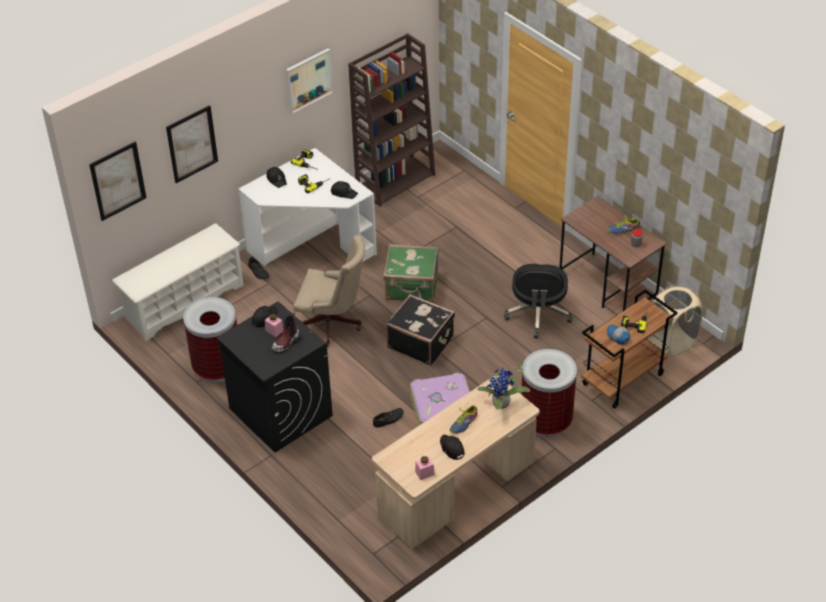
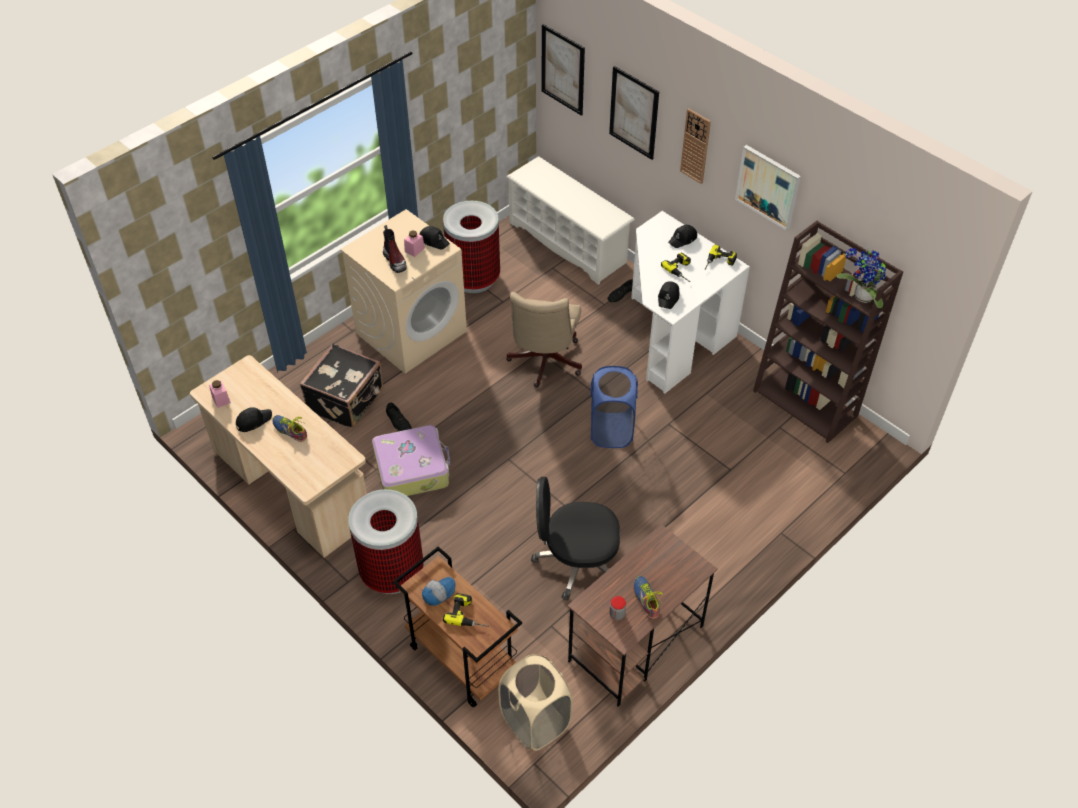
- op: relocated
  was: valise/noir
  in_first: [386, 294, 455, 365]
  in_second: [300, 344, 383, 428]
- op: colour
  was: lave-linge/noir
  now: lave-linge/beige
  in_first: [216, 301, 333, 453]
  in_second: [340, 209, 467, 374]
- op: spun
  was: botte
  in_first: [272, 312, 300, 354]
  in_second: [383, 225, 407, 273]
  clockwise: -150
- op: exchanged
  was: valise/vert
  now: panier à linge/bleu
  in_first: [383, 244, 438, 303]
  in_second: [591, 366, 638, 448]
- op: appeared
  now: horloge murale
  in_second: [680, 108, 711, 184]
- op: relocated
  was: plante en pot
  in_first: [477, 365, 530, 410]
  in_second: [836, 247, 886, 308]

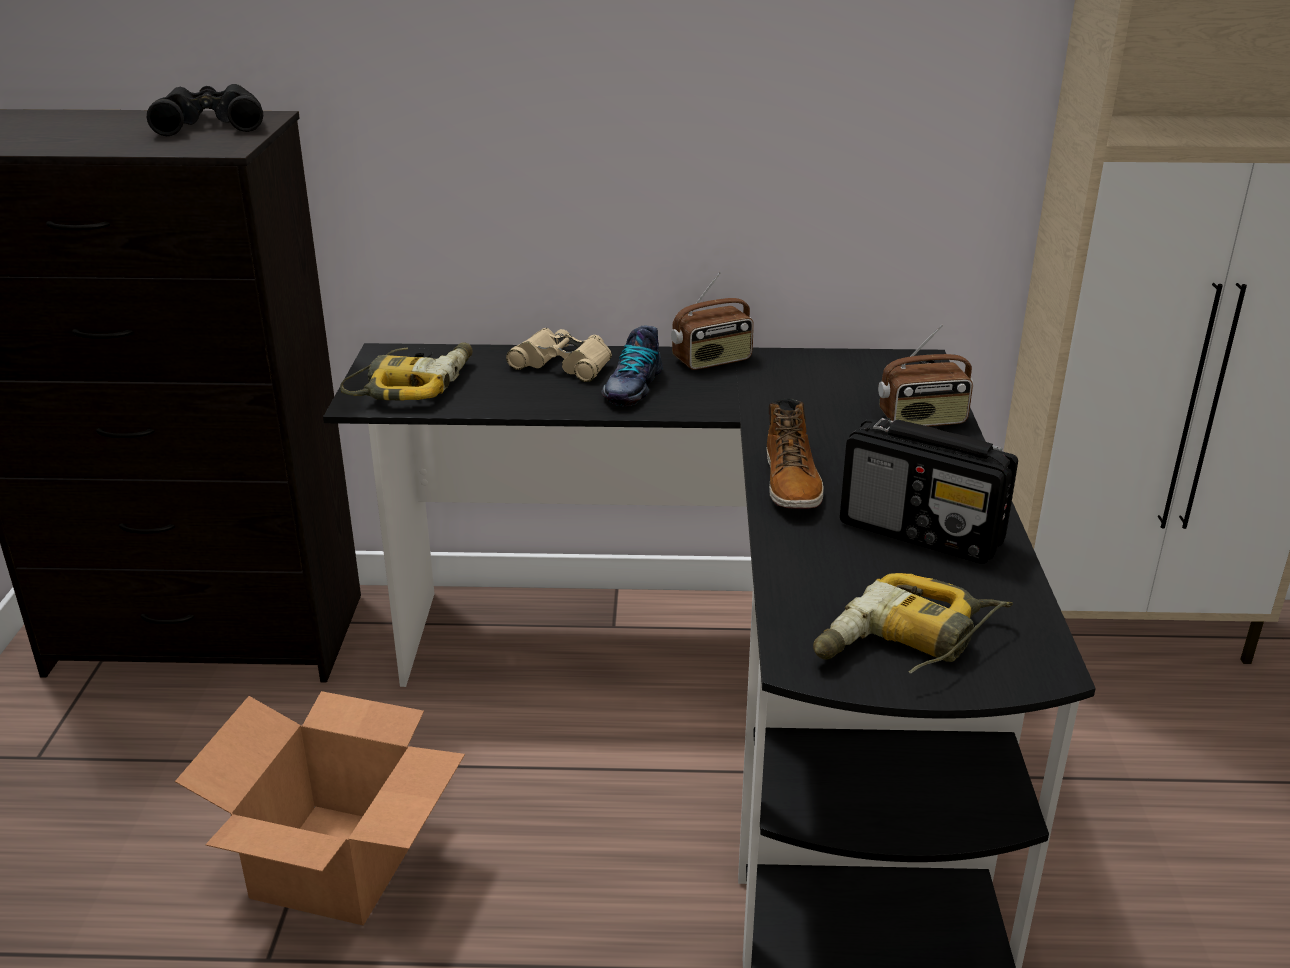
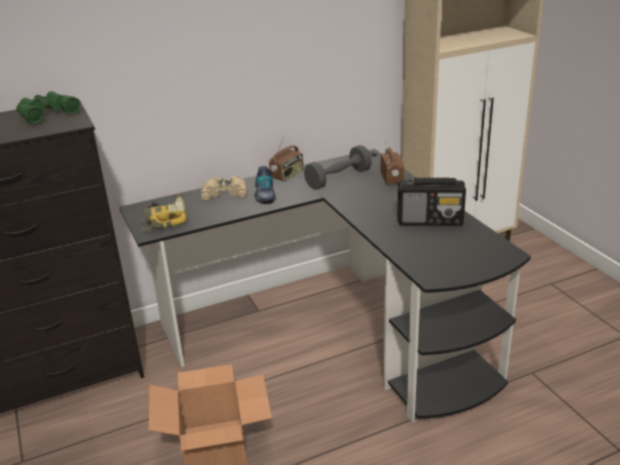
- op: colour
  was: jumelles/noir
  now: jumelles/vert
  in_first: [147, 84, 263, 136]
  in_second: [16, 91, 80, 124]
- op: appeared
  now: haltère/gris
  in_second: [304, 145, 372, 190]
- op: spun
  was: radio
  in_first: [878, 325, 973, 426]
  in_second: [380, 139, 405, 185]
  clockwise: -60
- op: missing
  was: botte
  in_first: [767, 398, 824, 509]
- op: missing
  was: perceuse
  in_first: [813, 573, 1013, 673]

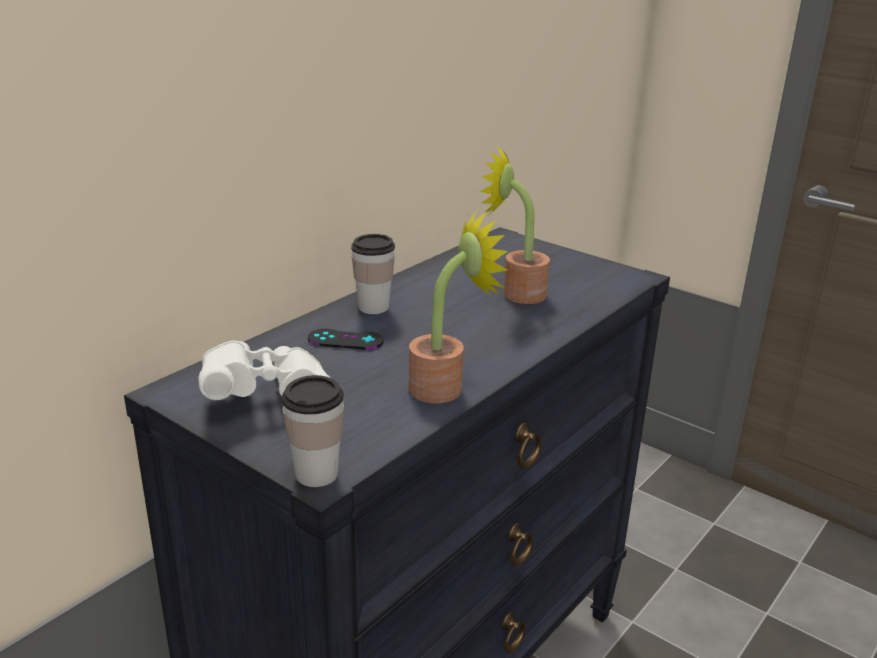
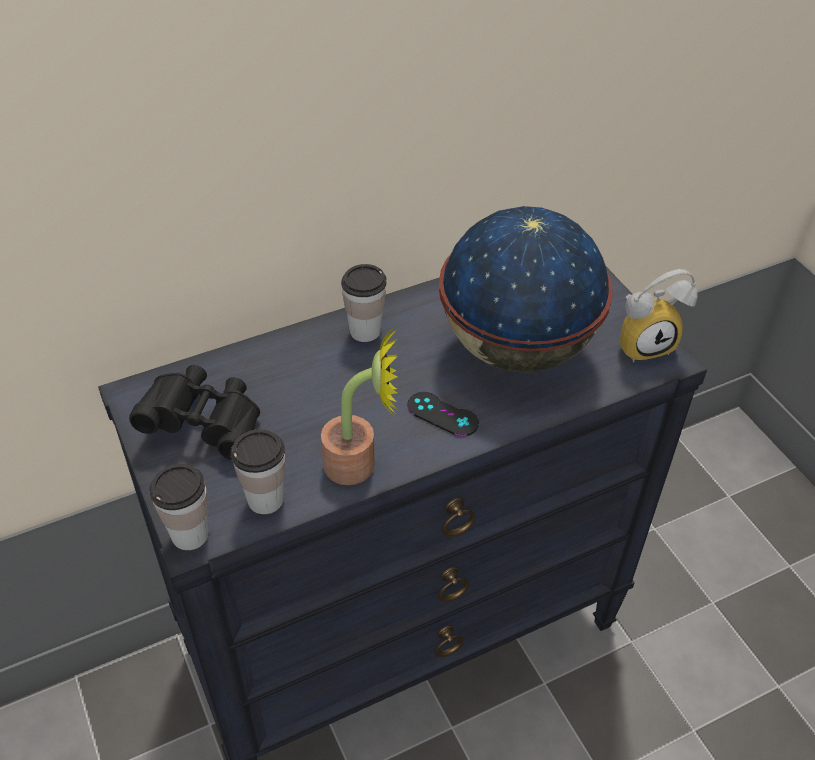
- op: colour
  was: jumelles/blanc
  now: jumelles/noir
  in_first: [198, 340, 331, 400]
  in_second: [129, 365, 260, 460]
- op: appeared
  now: tasse
  in_second: [231, 429, 285, 514]
- op: relocated
  was: manette/noir
  in_first: [308, 328, 384, 350]
  in_second: [407, 392, 479, 437]
- op: exchanged
  was: plante en pot
  now: globe
  in_first: [480, 146, 550, 304]
  in_second: [439, 206, 613, 373]
- op: appeared
  now: réveil
  in_second: [619, 269, 698, 363]

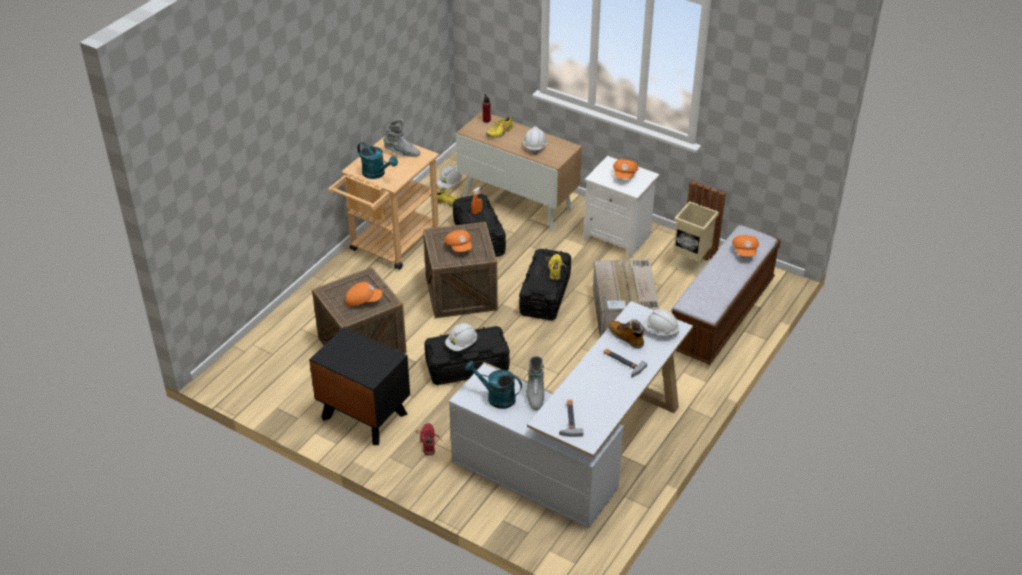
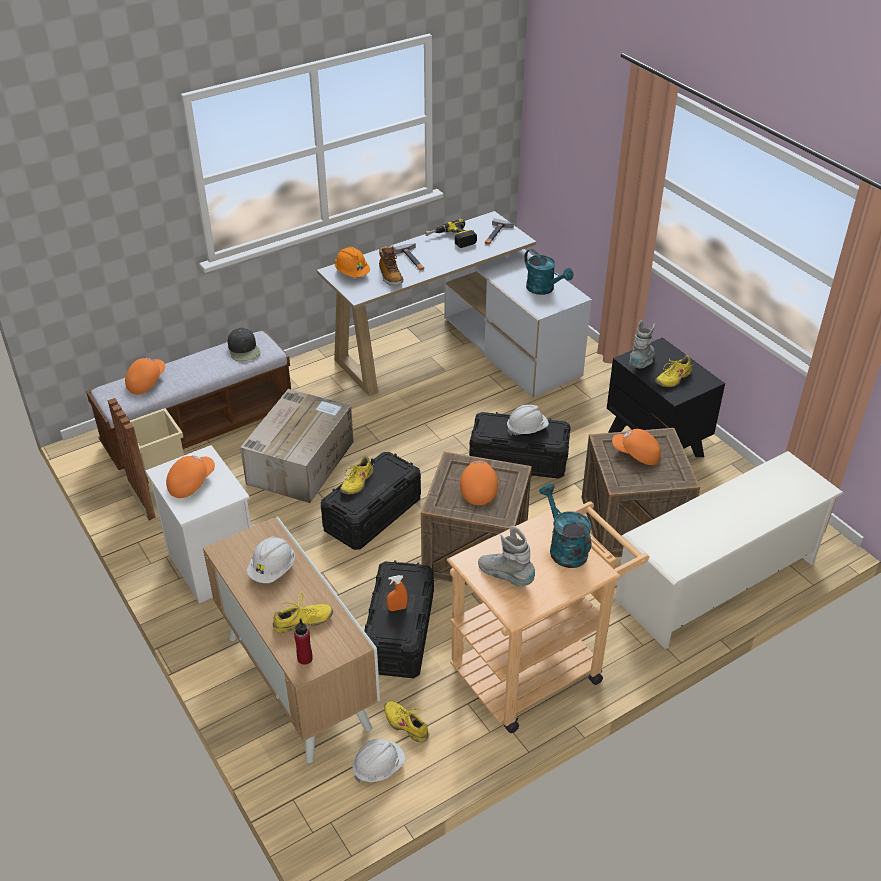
- op: appeared
  now: casquette/noir
  in_second: [228, 328, 260, 361]
- op: colour
  was: casque de chantier/blanc
  now: casque de chantier/orange
  in_first: [642, 309, 679, 337]
  in_second: [335, 247, 370, 277]
- op: appeared
  now: perceuse
  in_second: [425, 219, 477, 248]
- op: appeared
  now: étagère à chaussures/blanc
  in_second: [615, 451, 843, 649]
- op: relocated
  was: botte/gris
  in_first: [526, 356, 544, 410]
  in_second: [629, 320, 655, 369]
- op: appeared
  now: chaussure/jaune
  in_second: [655, 355, 695, 387]
- op: missing
  was: chaussure/rouge
  in_first: [416, 423, 440, 456]

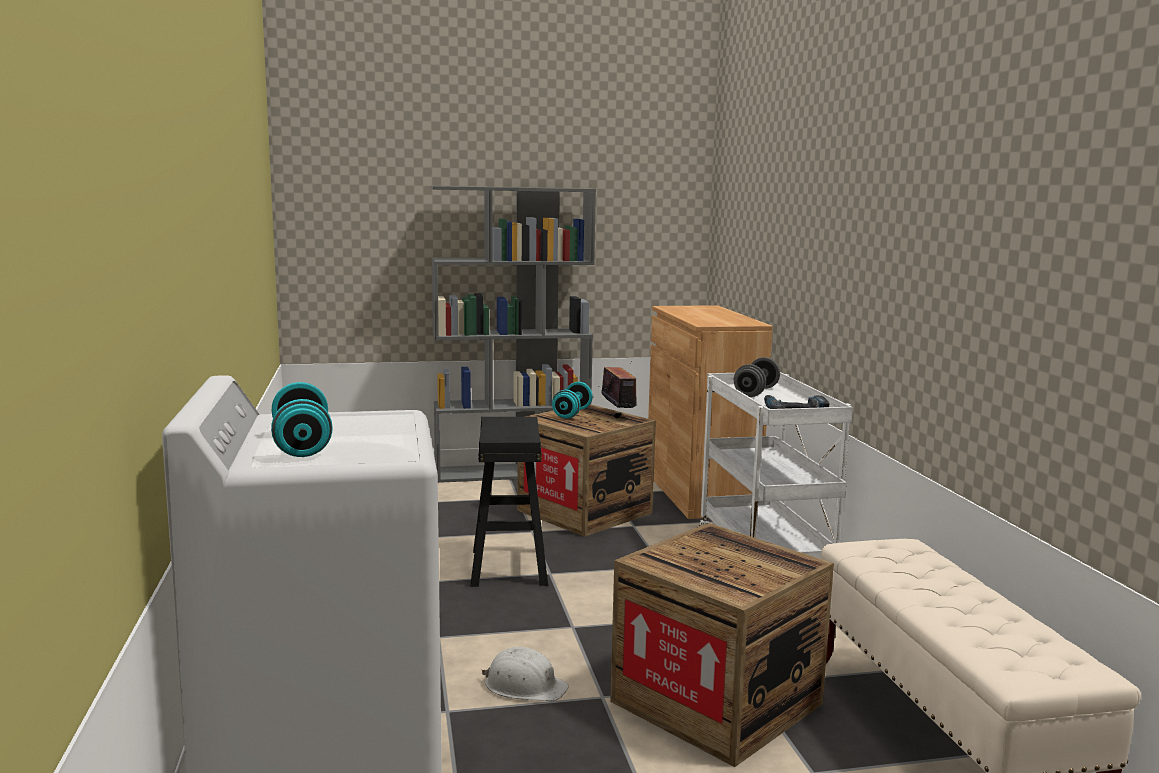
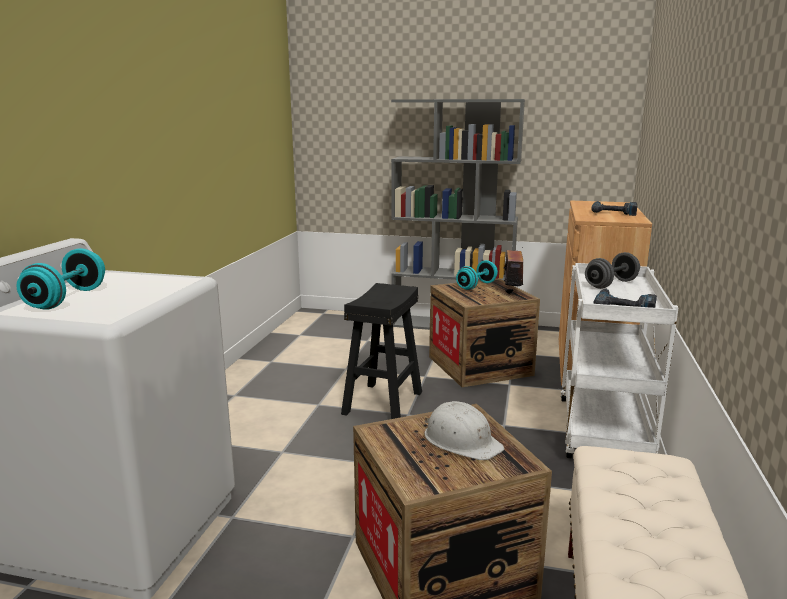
- op: relocated
  was: casque de chantier/blanc
  in_first: [481, 647, 569, 701]
  in_second: [424, 401, 505, 460]
- op: appeared
  now: perceuse
  in_second: [591, 201, 637, 216]

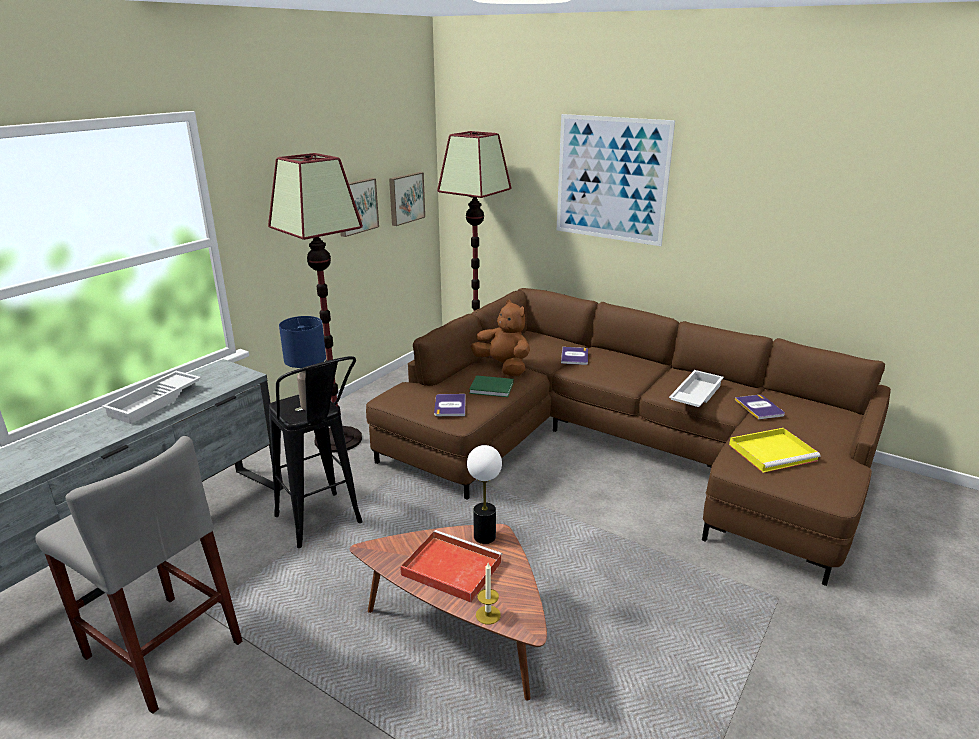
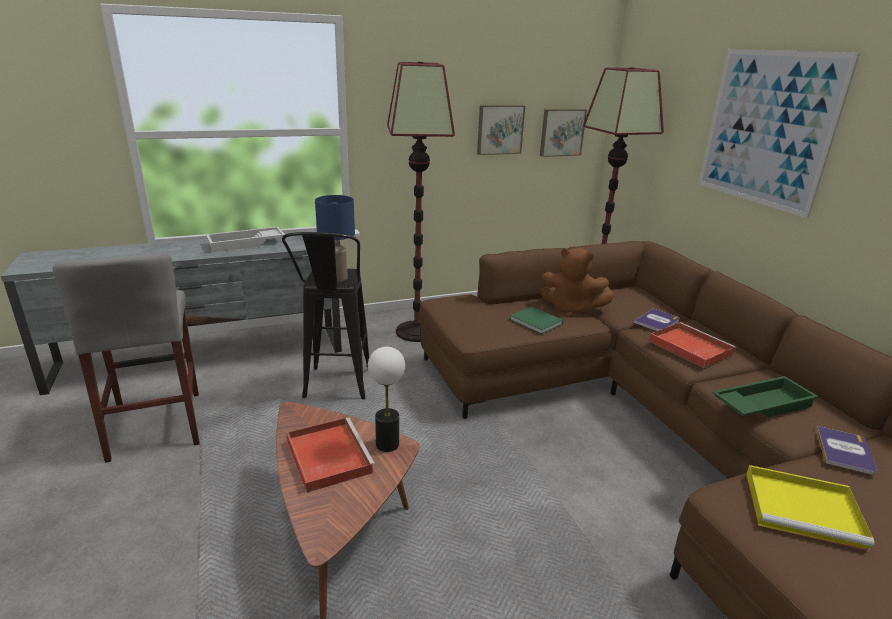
- op: spun
  was: peluche/marron
  in_first: [471, 300, 530, 376]
  in_second: [541, 248, 614, 317]
  clockwise: 120
- op: appeared
  now: plateau/rouge
  in_second: [649, 322, 736, 368]
- op: colour
  was: plateau/blanc
  now: plateau/vert
  in_first: [669, 370, 724, 407]
  in_second: [712, 376, 819, 417]
- op: missing
  was: livre
  in_first: [434, 394, 466, 416]
- op: missing
  was: bougie
  in_first: [476, 563, 501, 625]

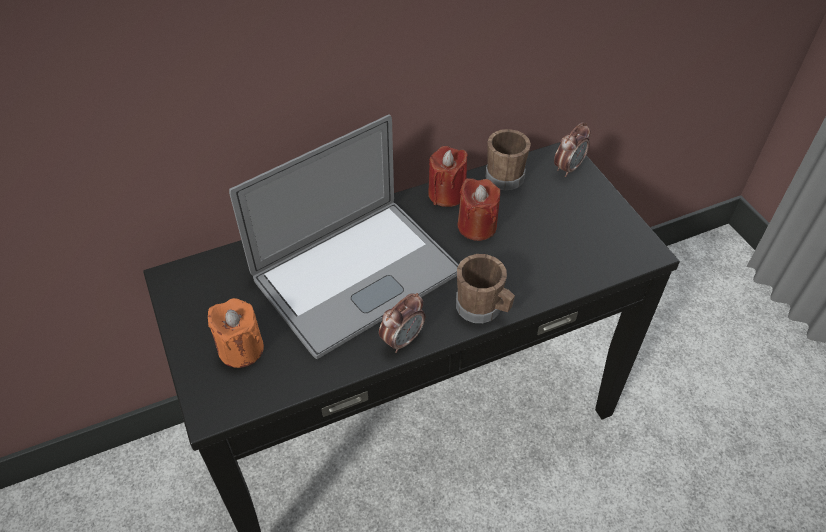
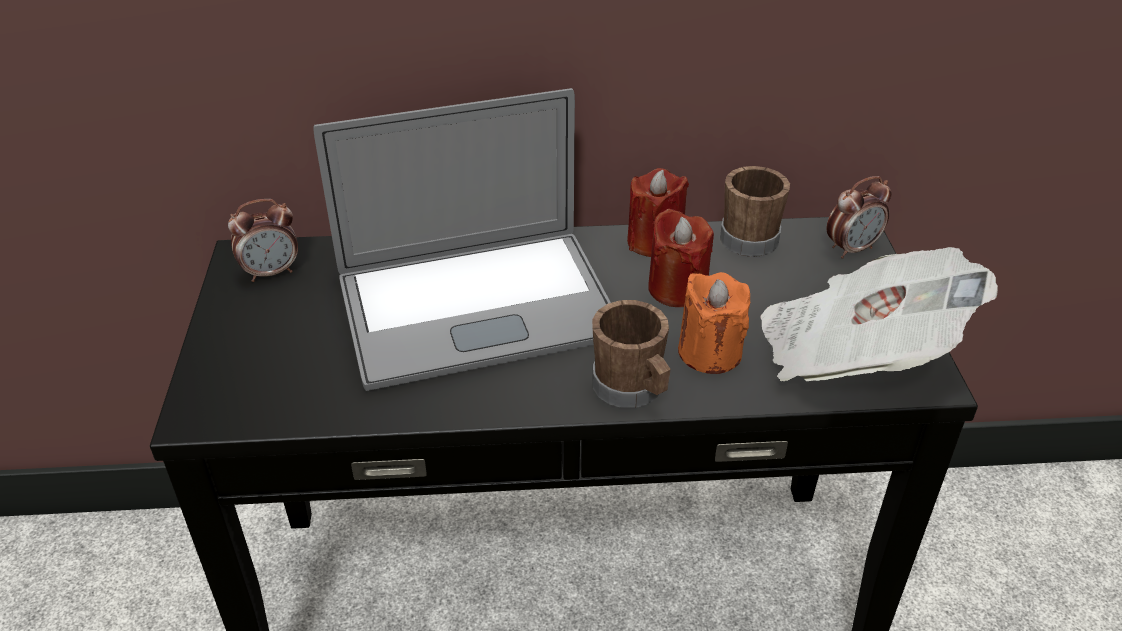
- op: relocated
  was: réveil
  in_first: [379, 293, 425, 353]
  in_second: [228, 199, 298, 282]
- op: relocated
  was: bougie/orange
  in_first: [208, 298, 264, 368]
  in_second: [678, 272, 751, 374]
- op: appeared
  now: journal
  in_second: [760, 247, 998, 381]

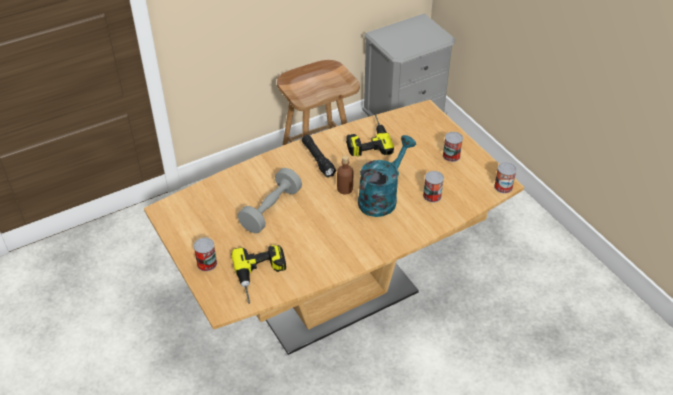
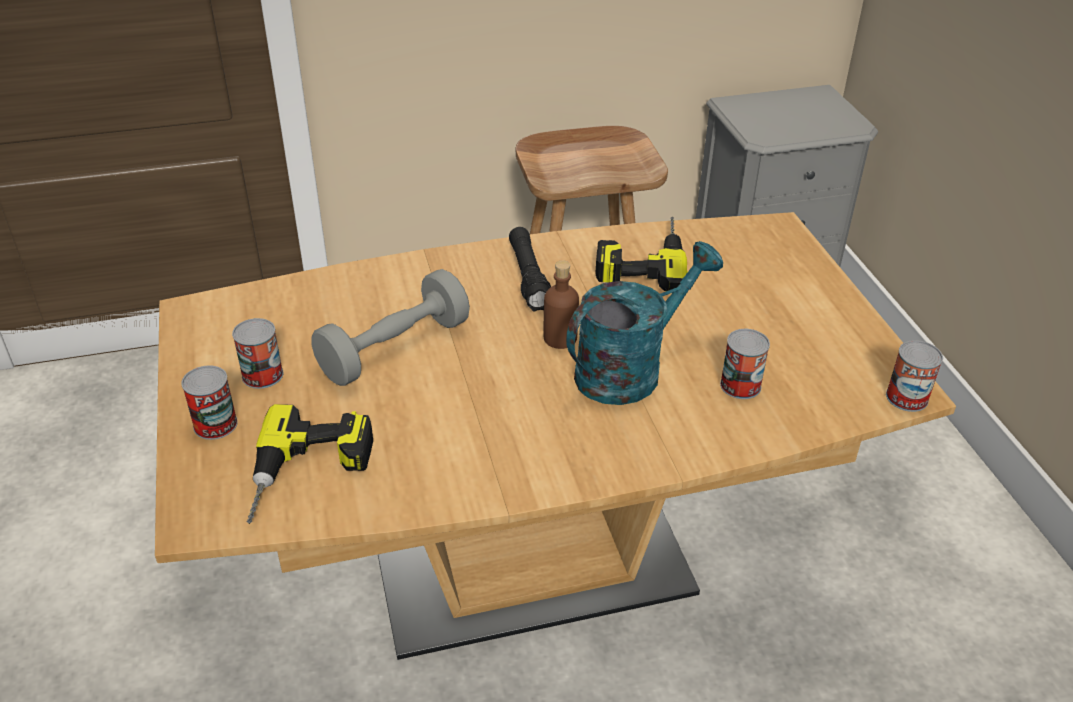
- op: relocated
  was: boîte métallique
  in_first: [443, 132, 463, 162]
  in_second: [232, 318, 283, 389]

